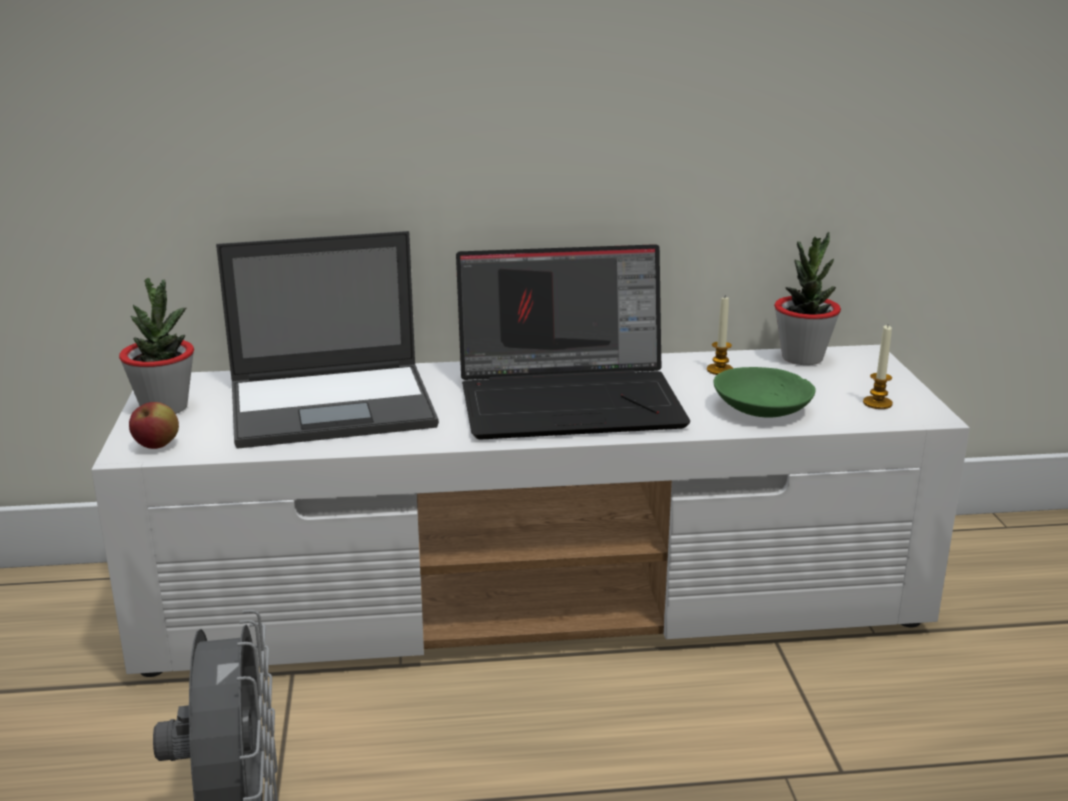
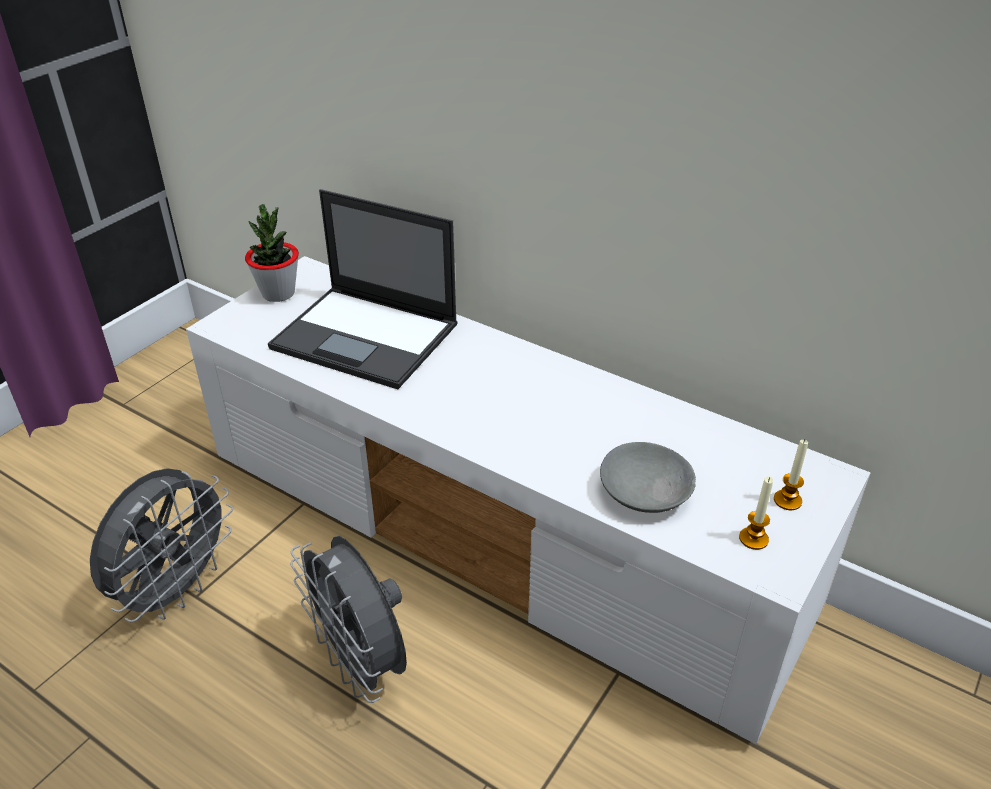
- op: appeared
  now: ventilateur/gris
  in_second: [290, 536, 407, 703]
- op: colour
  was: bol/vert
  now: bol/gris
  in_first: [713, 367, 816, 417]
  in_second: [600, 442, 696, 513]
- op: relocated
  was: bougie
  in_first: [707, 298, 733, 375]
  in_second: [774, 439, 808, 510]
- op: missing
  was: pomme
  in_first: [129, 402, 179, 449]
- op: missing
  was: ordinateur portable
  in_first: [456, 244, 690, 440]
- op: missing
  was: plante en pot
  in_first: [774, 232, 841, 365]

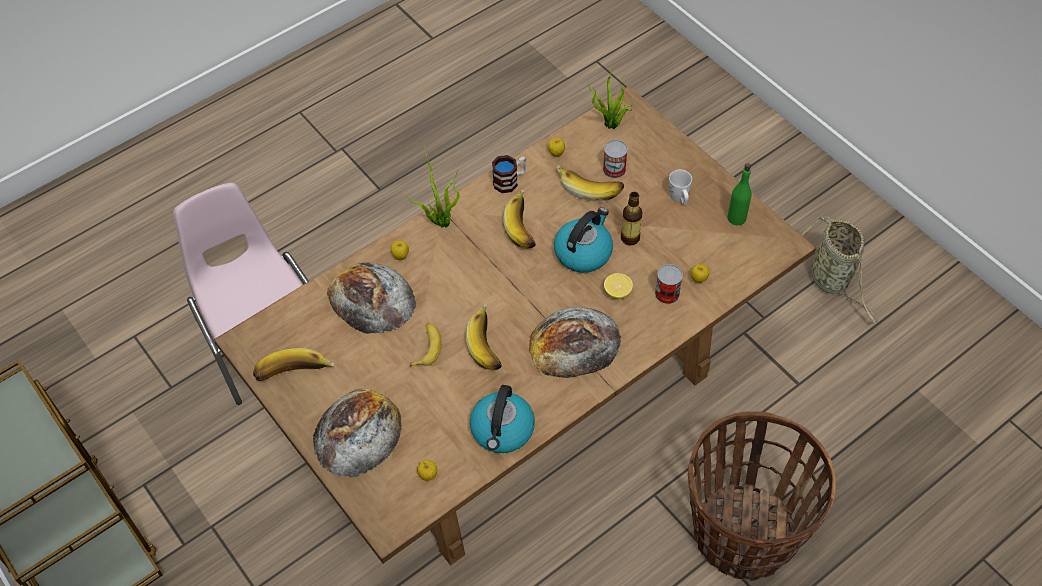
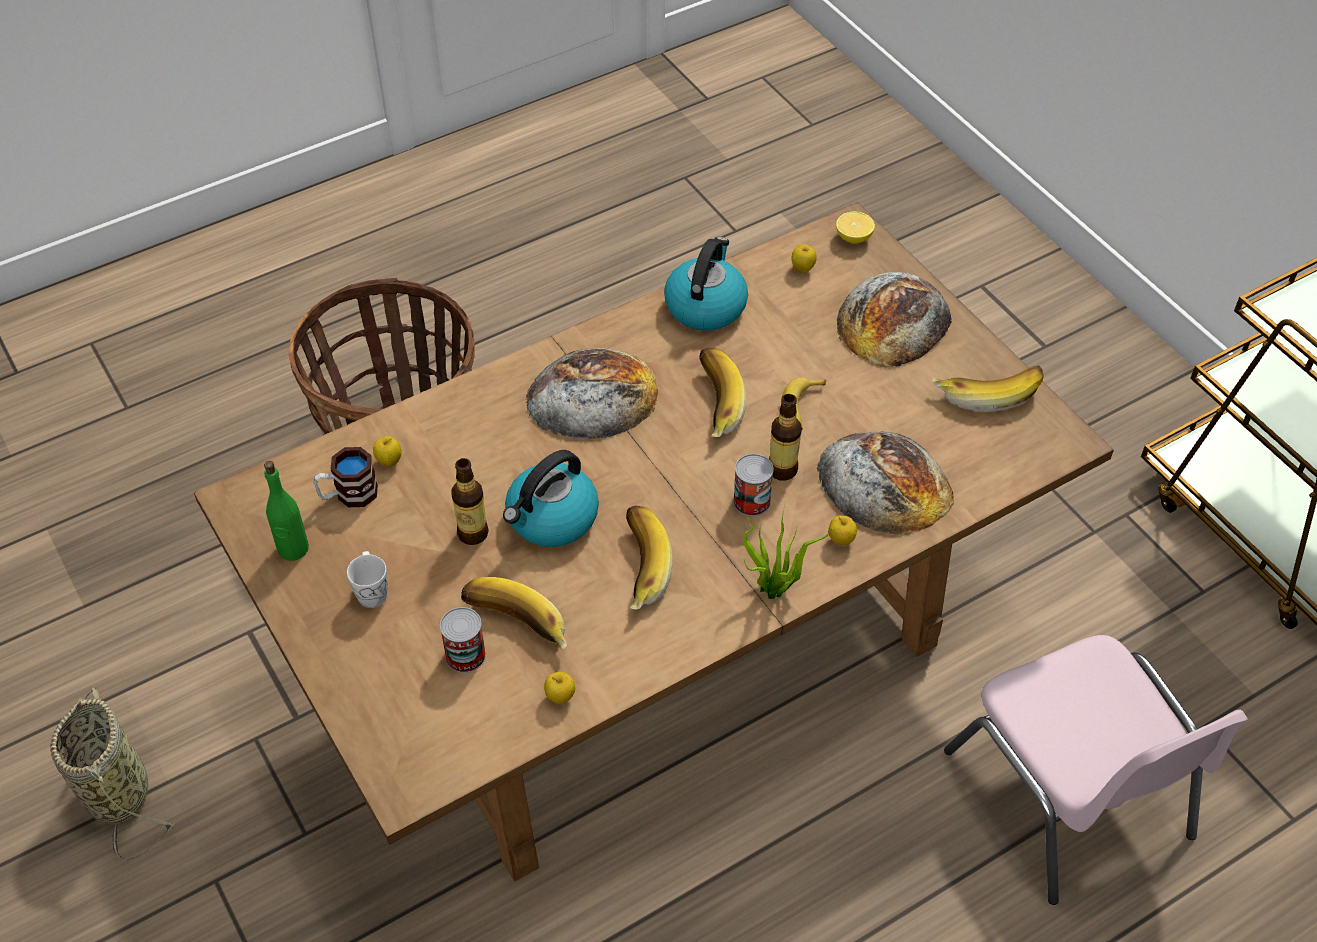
- op: relocated
  was: mug
  in_first: [492, 155, 527, 193]
  in_second: [313, 447, 378, 507]
- op: relocated
  was: boîte métallique
  in_first: [655, 264, 683, 304]
  in_second: [733, 454, 774, 516]
- op: appeared
  now: bouteille
  in_second: [769, 394, 802, 481]
- op: relocated
  was: citron
  in_first: [604, 273, 633, 299]
  in_second: [836, 211, 875, 244]
- op: missing
  was: plante en pot
  in_first: [588, 68, 634, 129]

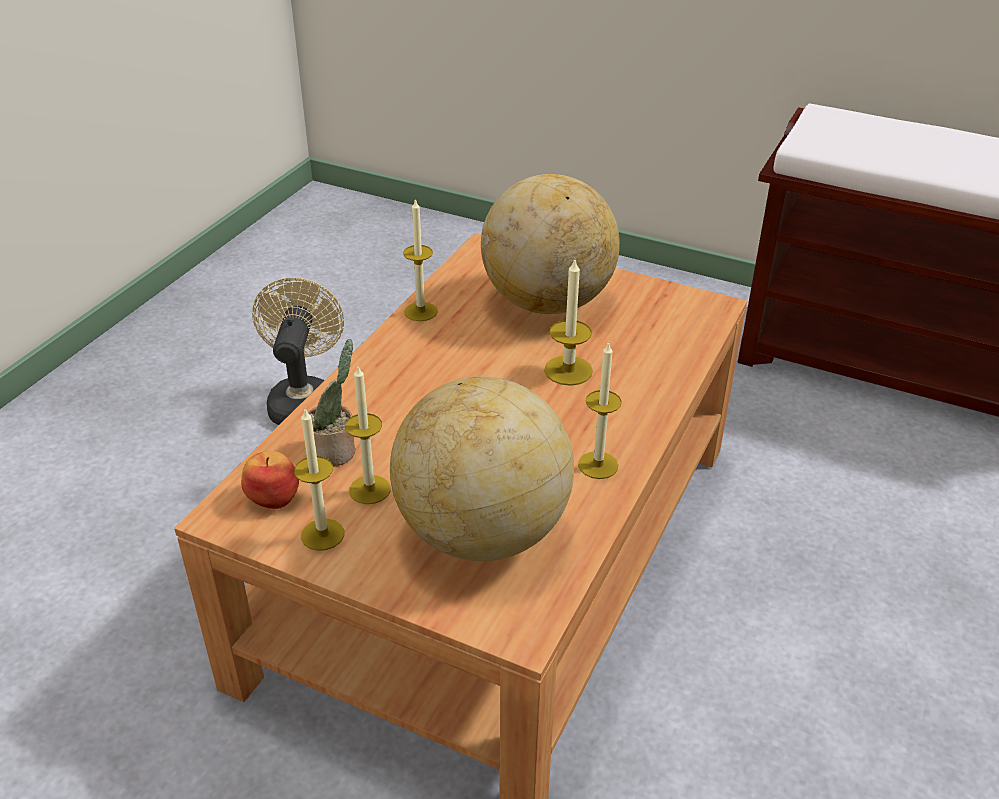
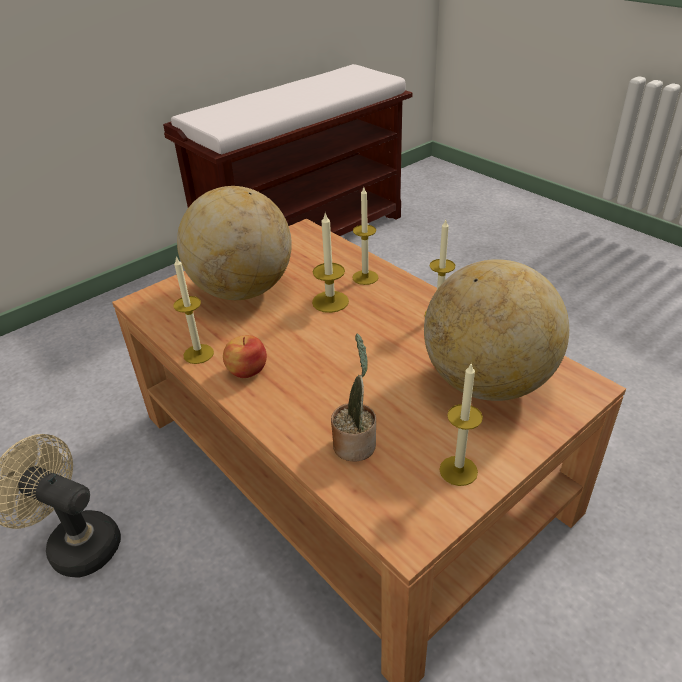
- op: relocated
  was: pomme
  in_first: [241, 451, 299, 509]
  in_second: [223, 335, 267, 378]
- op: relocated
  was: bougie
  in_first: [345, 366, 390, 504]
  in_second: [352, 187, 378, 285]

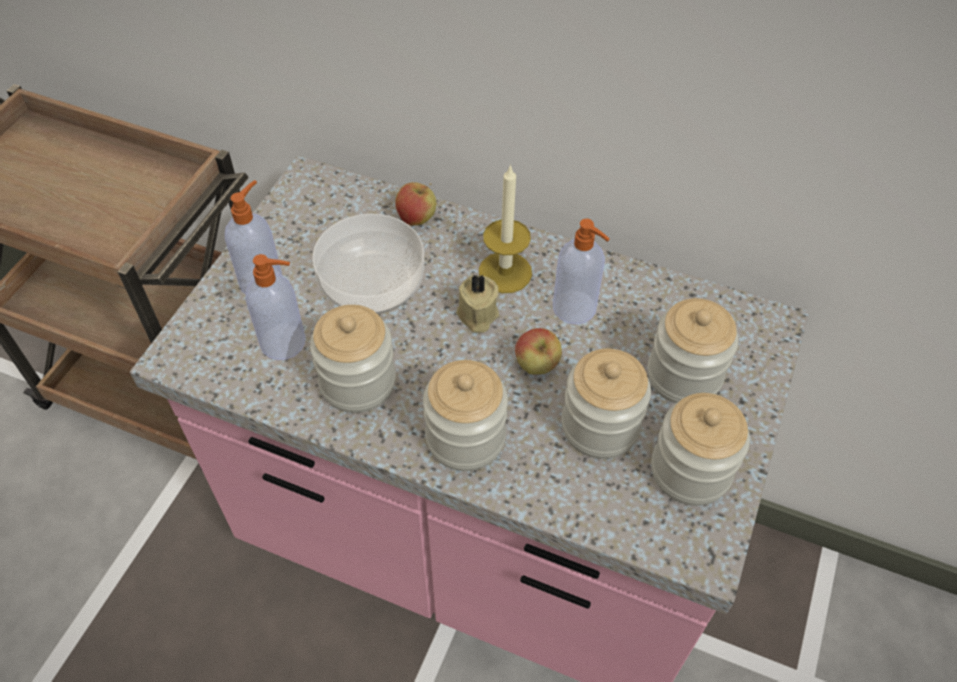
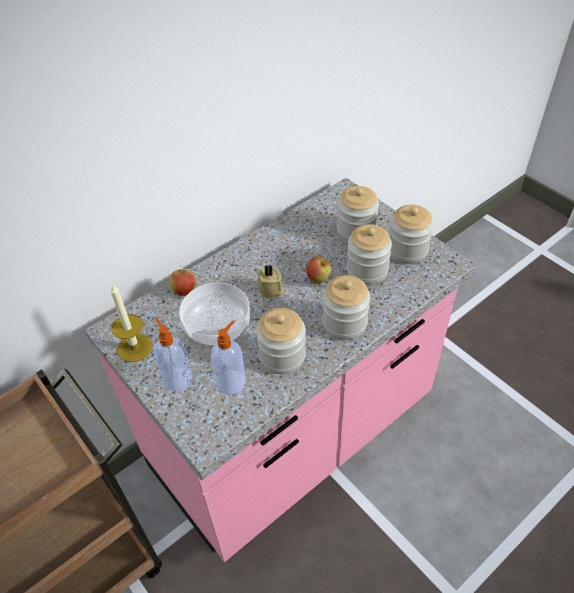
- op: relocated
  was: bougie
  in_first: [479, 164, 532, 293]
  in_second: [110, 284, 153, 362]
- op: missing
  was: distributeur de savon
  in_first: [553, 218, 610, 325]

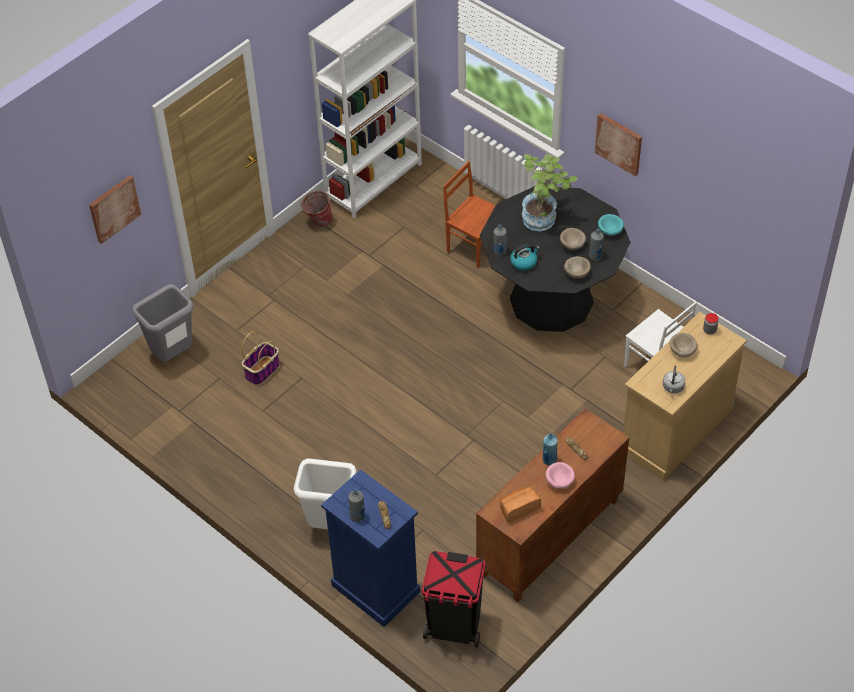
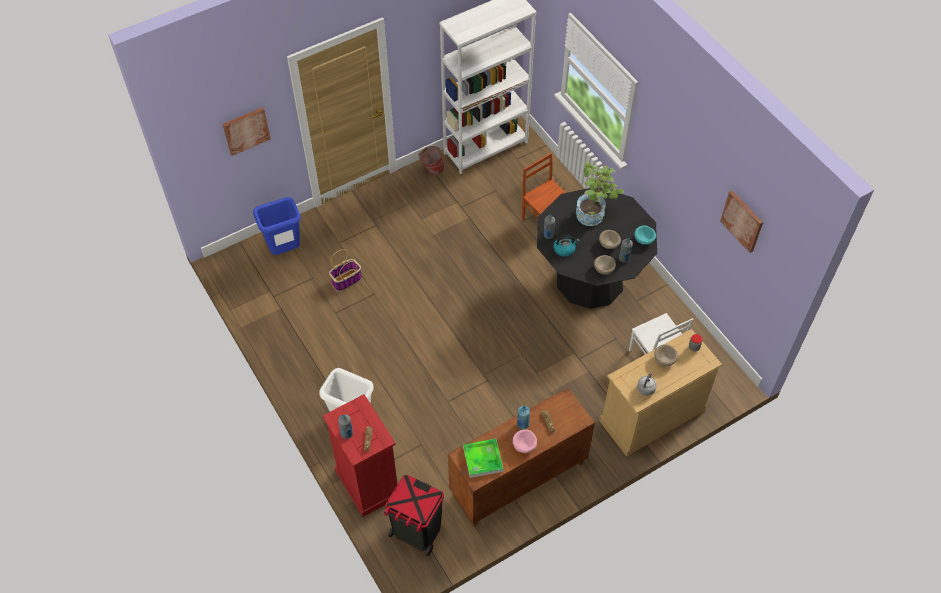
- op: colour
  was: poubelle/gris
  now: poubelle/bleu
  in_first: [132, 284, 193, 361]
  in_second: [253, 197, 301, 255]
- op: colour
  was: commode/bleu
  now: commode/rouge
  in_first: [321, 469, 420, 627]
  in_second: [323, 394, 398, 517]
- op: exchanged
  was: pain
  now: plateau
  in_first: [500, 487, 541, 522]
  in_second: [463, 439, 503, 478]
- op: relocated
  was: tableau
  in_first: [595, 113, 642, 177]
  in_second: [720, 190, 763, 253]

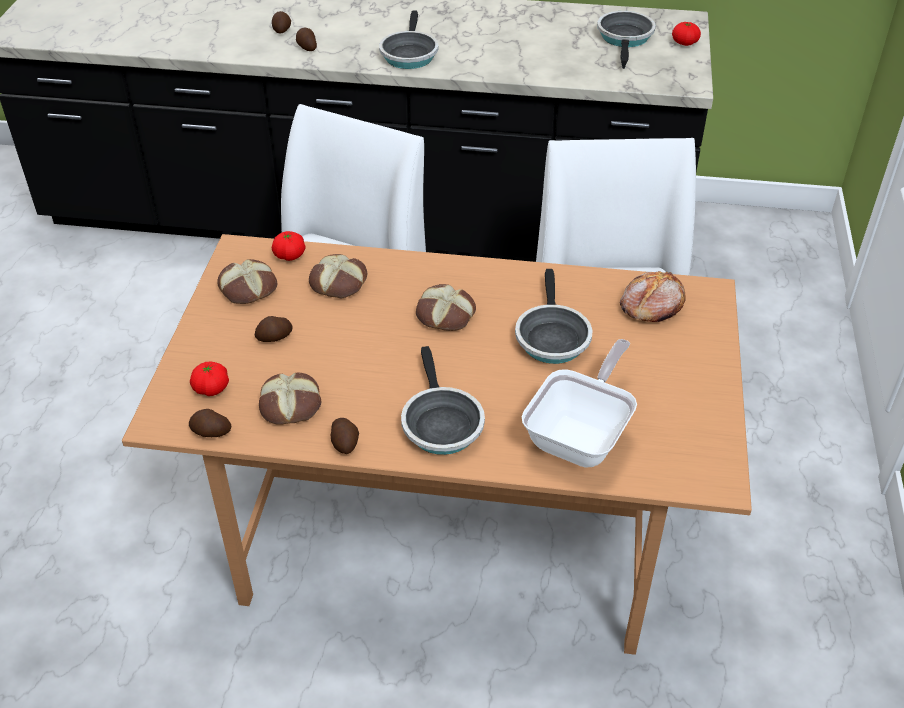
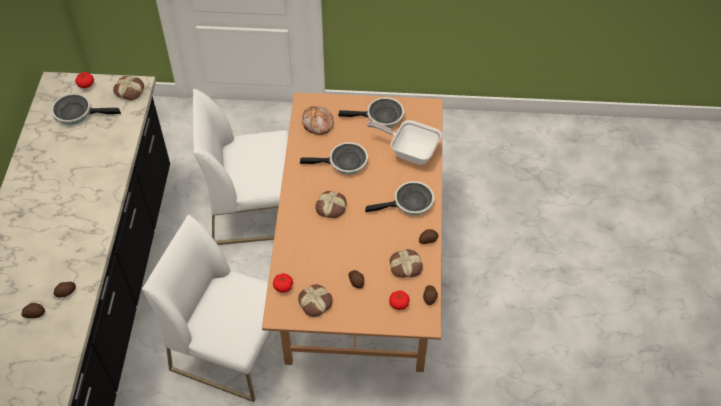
- op: relocated
  was: pain
  in_first: [309, 254, 367, 298]
  in_second: [113, 76, 144, 100]
- op: relocated
  was: poêle
  in_first: [379, 10, 439, 69]
  in_second: [338, 97, 404, 127]

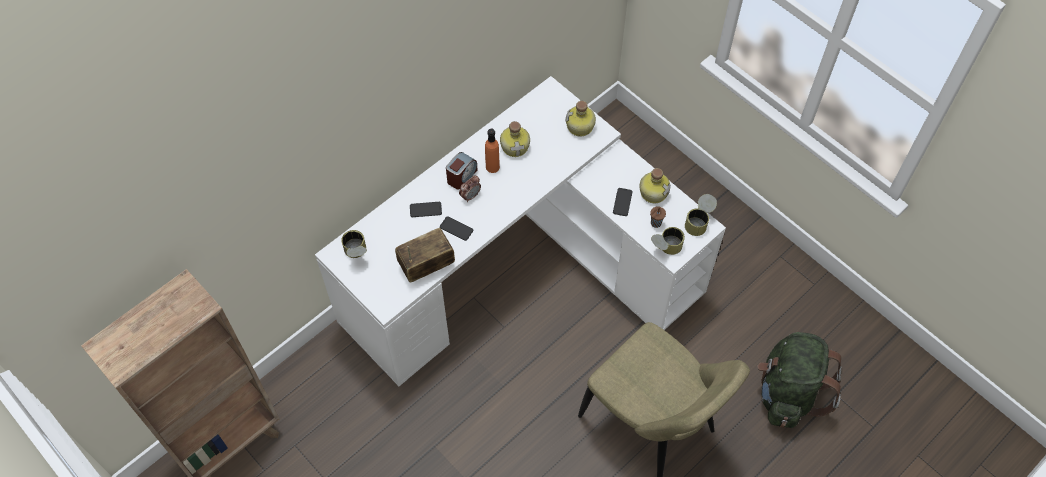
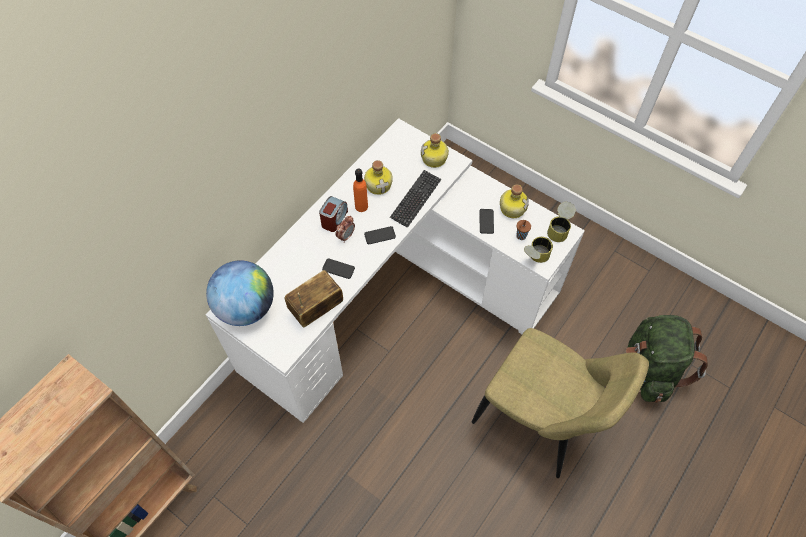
- op: exchanged
  was: boîte métallique
  now: globe
  in_first: [341, 230, 367, 258]
  in_second: [206, 260, 274, 326]
- op: relocated
  was: téléphone
  in_first: [410, 202, 442, 217]
  in_second: [364, 226, 396, 244]
- op: appeared
  now: clavier
  in_second: [390, 170, 441, 228]

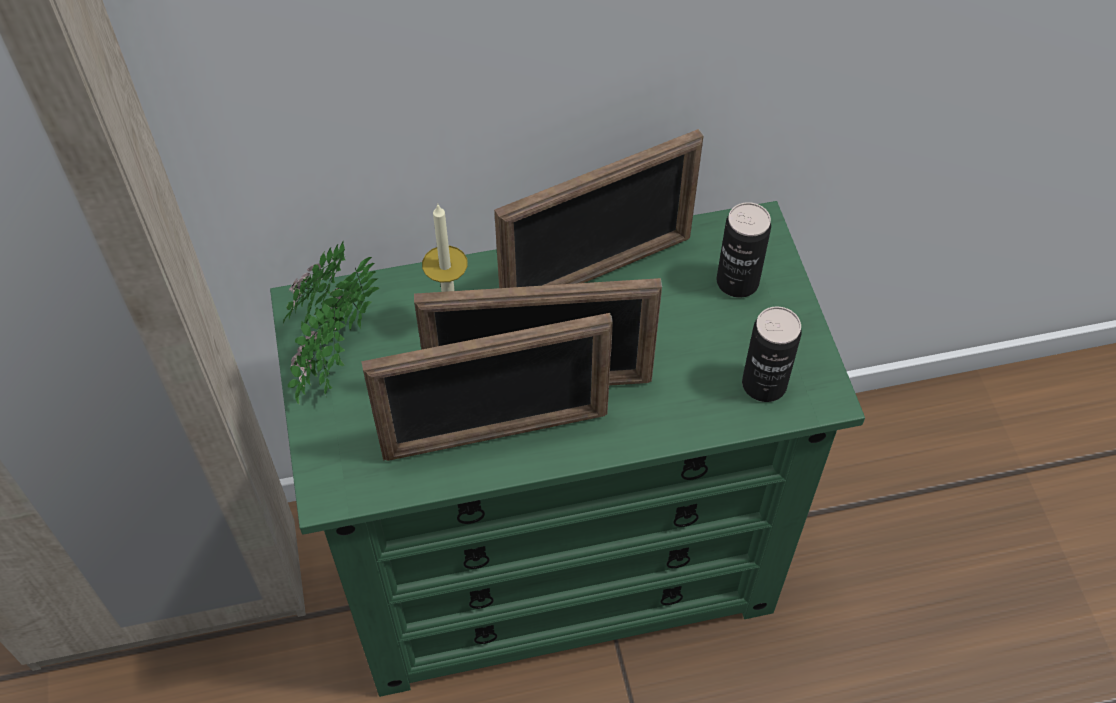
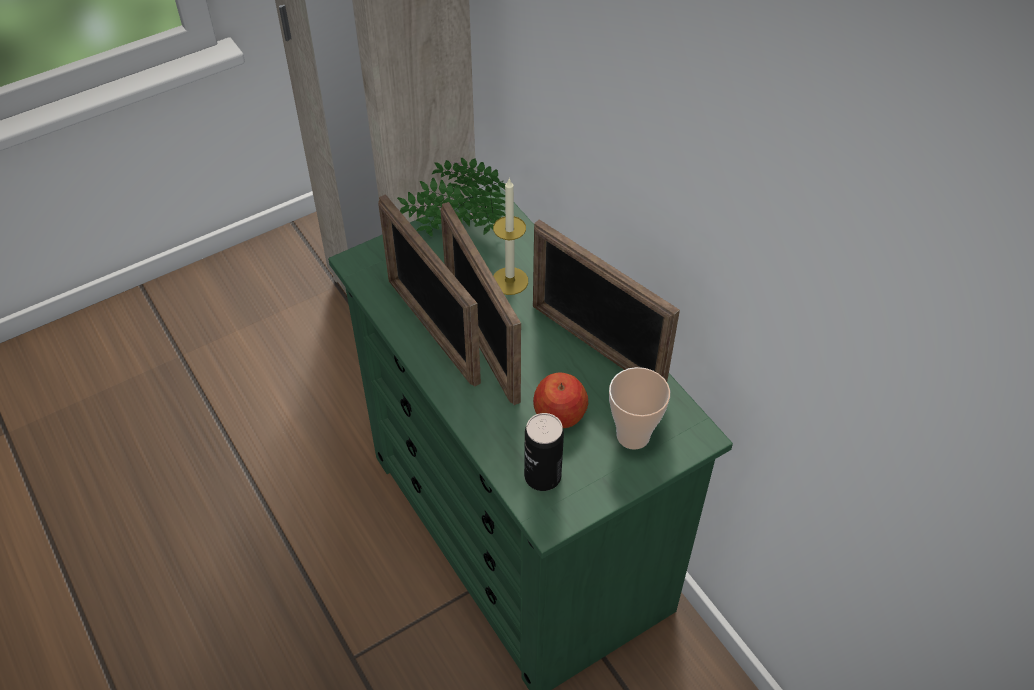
- op: appeared
  now: pomme
  in_second: [533, 373, 588, 428]
- op: exchanged
  was: boîte métallique
  now: tasse
  in_first: [717, 202, 771, 298]
  in_second: [609, 367, 670, 450]

